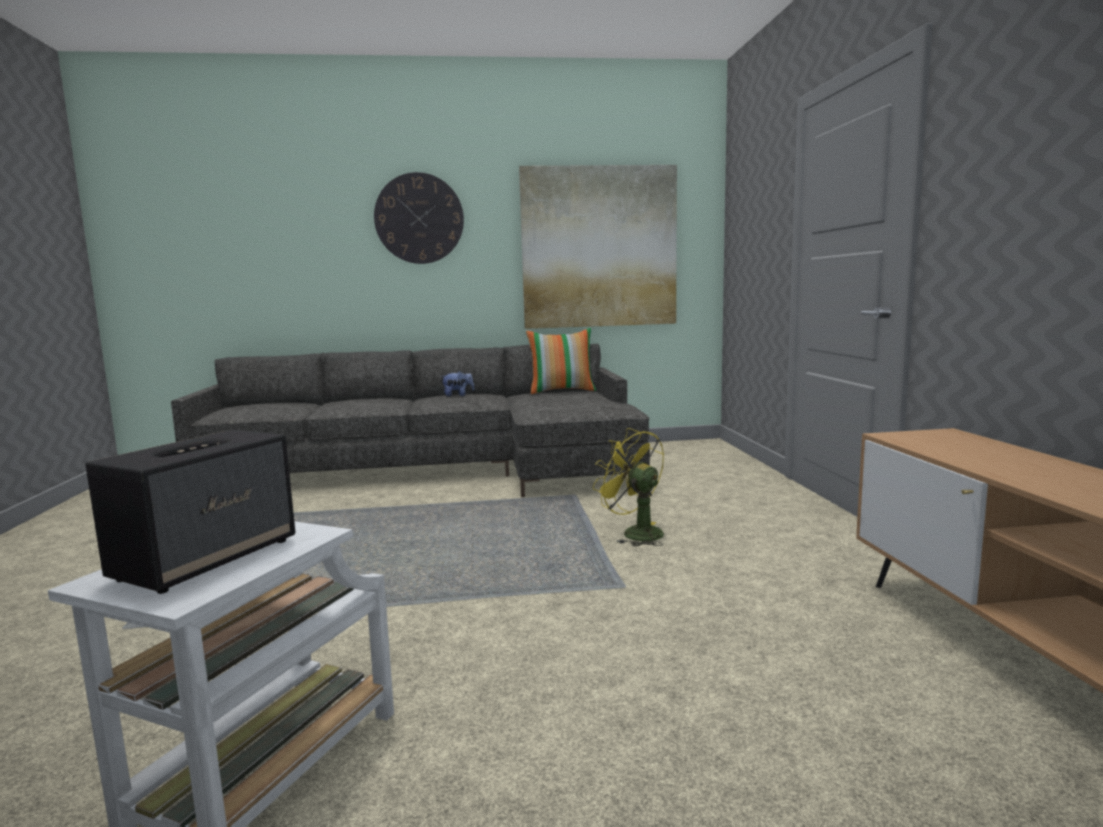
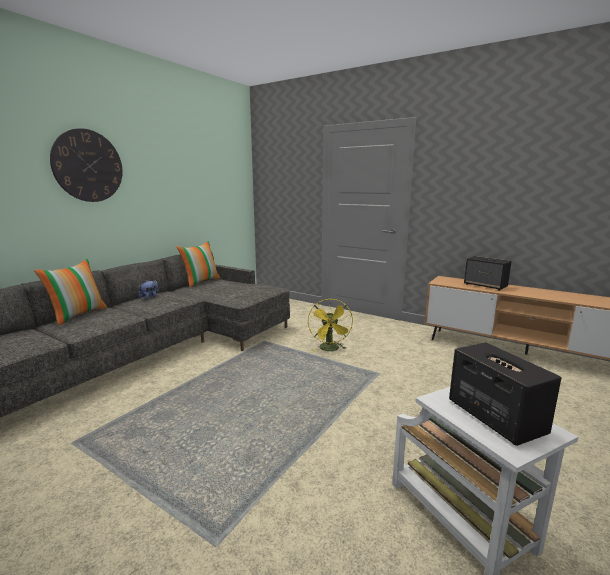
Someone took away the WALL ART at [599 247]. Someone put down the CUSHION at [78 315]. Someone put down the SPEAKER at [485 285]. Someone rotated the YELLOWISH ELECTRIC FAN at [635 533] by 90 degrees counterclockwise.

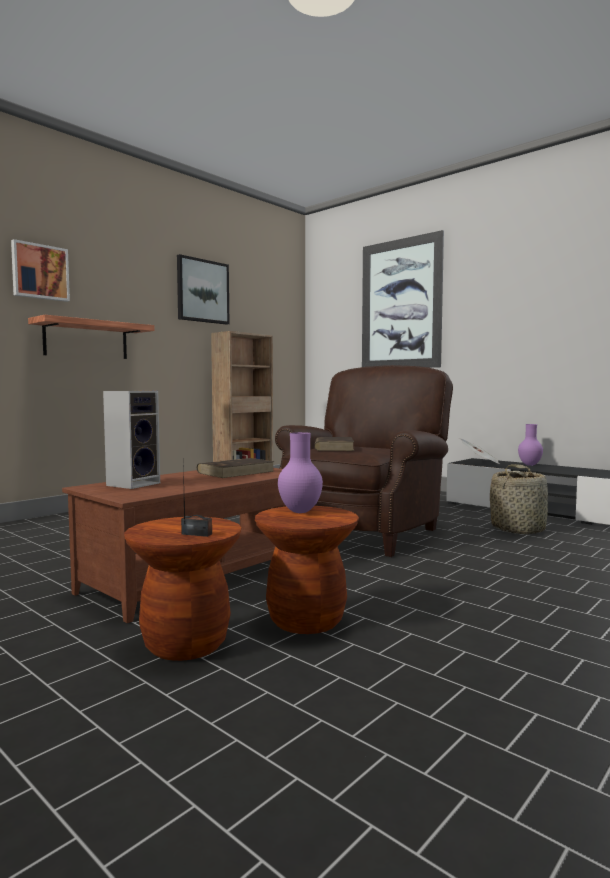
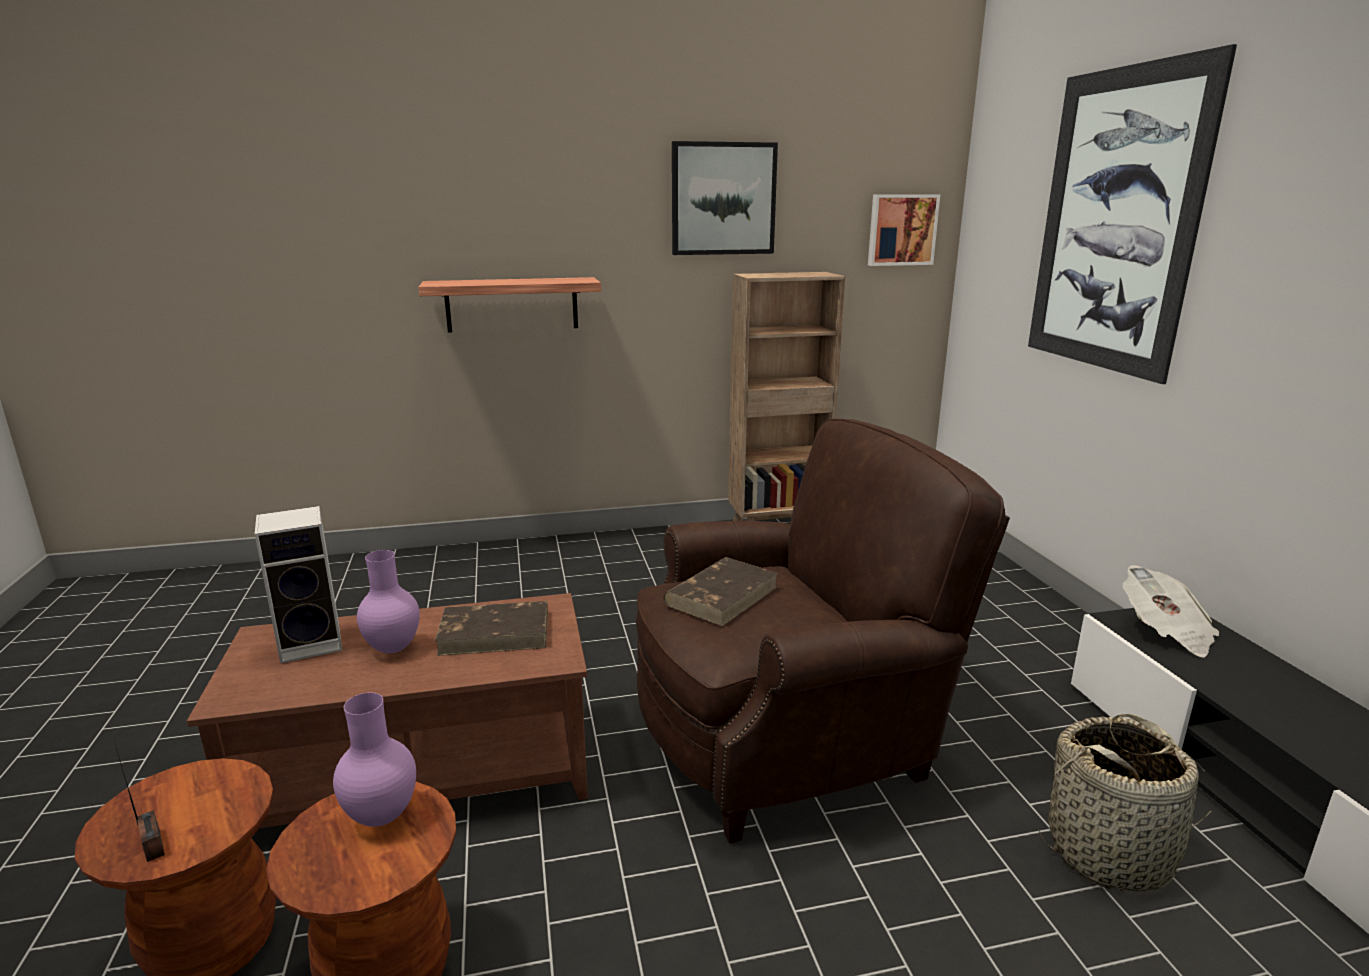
Someone carried the WALL ART from [40 272] to [901 230]. Someone carried the PURPLISH DECORATIVE VASE from [530 465] to [392 649].

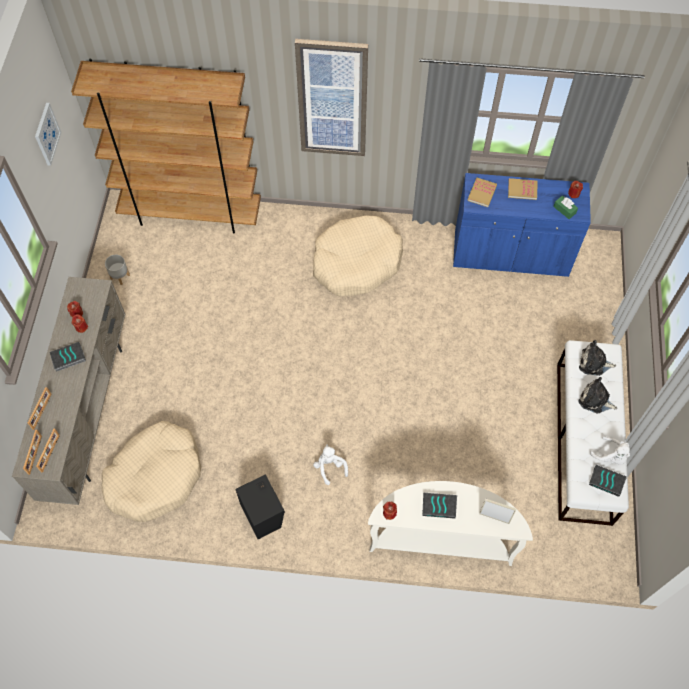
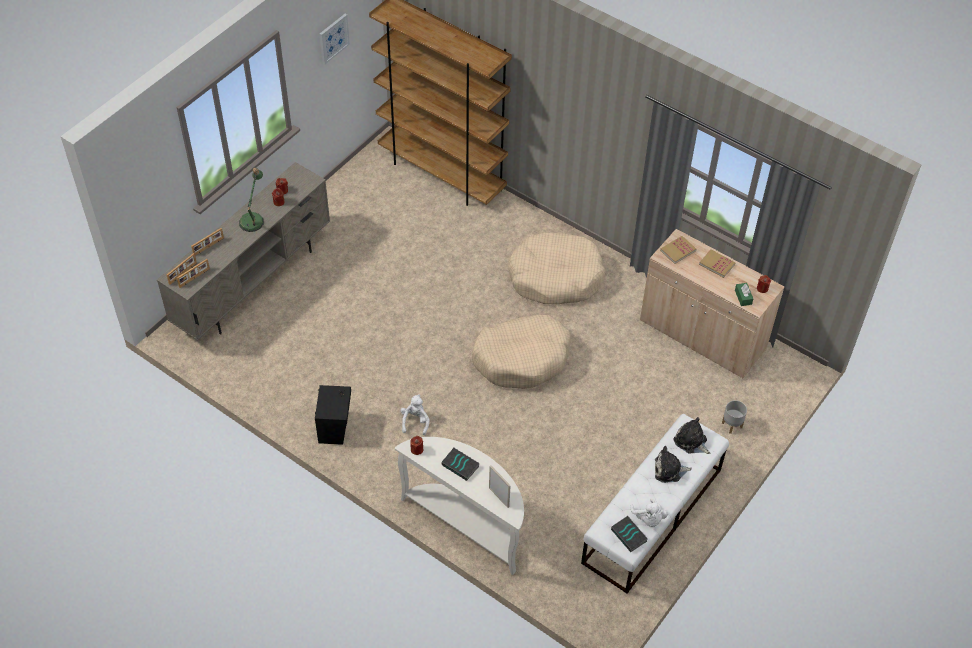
Someone took away the WALL ART at [332 99]. Someone carried the BEIGE DOG BED from [155 476] to [522 358]. Someone carried the GRAY FLOWER POT from [120 277] to [732 425]. Someone swapped the VOLUME at [68 358] for the LAMP FOR A TABLE at [253 219]. Someone repainted the BLUE CUPBOARD at [510 254], which became the BEIGE CUPBOARD at [702 335]. Someone rotated the CUDDLY TOY at [595 400] by 60 degrees counterclockwise.

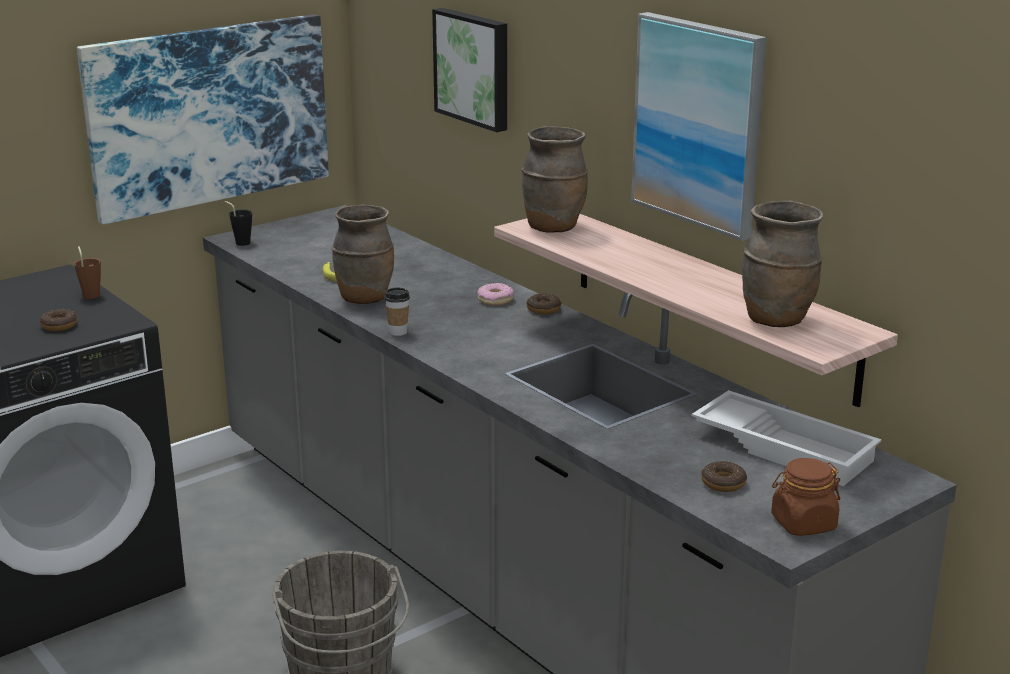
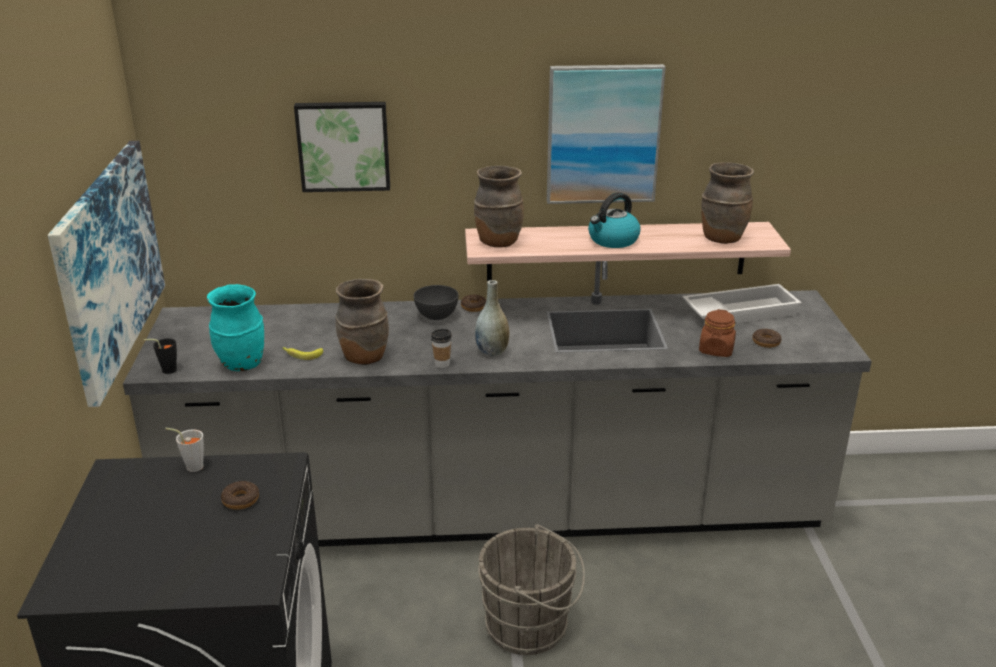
Someone put down the TURQUOISE DECORATIVE VASE at [242 364]. Someone put down the GRAY DECORATIVE VASE at [492 352]. Someone put down the KETTLE at [613 240]. Someone carried the BROWN JAR from [803 523] to [716 350]. Someone swapped the DOUGHNUT at [495 300] for the GRAY SERVING BOWL at [436 316]. Someone repainted the BROWN CUP at [91 294], which became the GRAY CUP at [191 466].

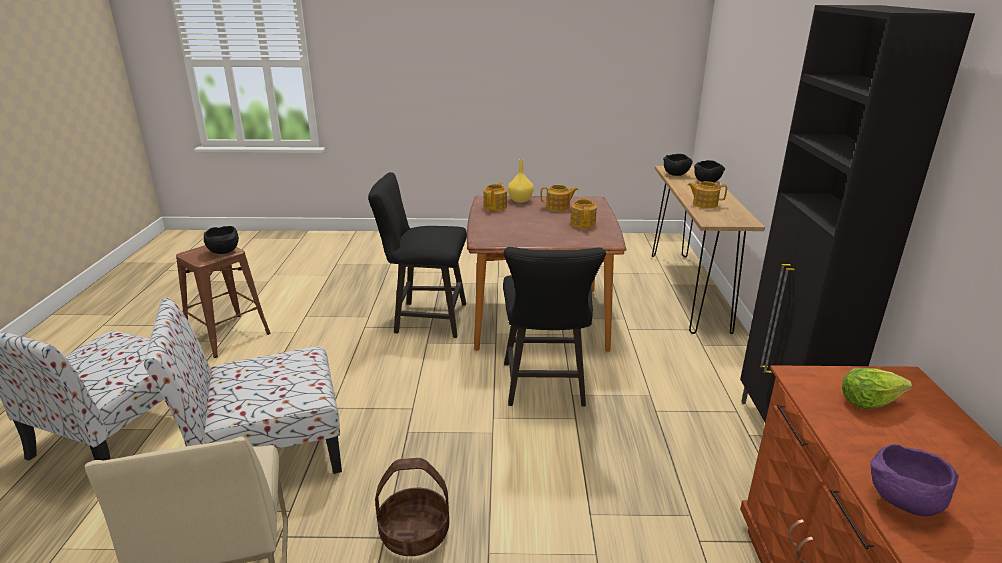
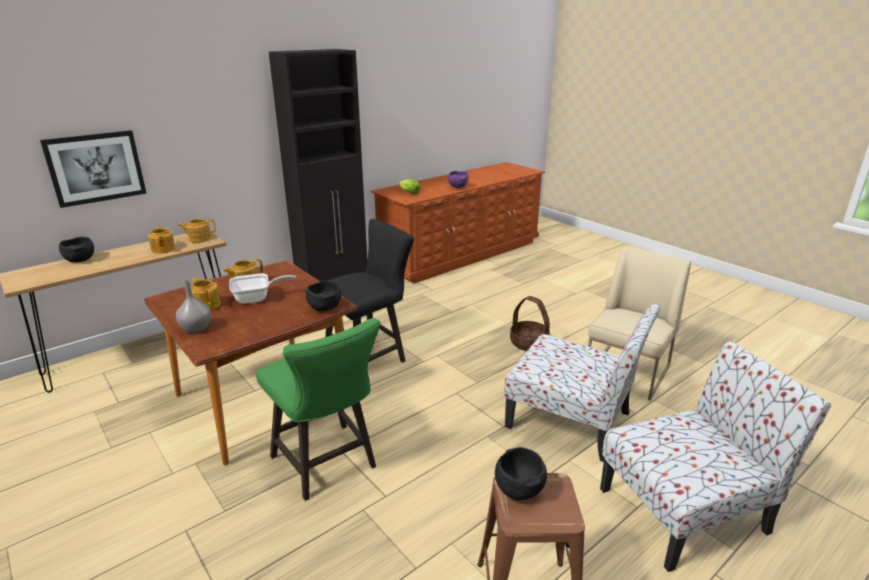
Someone put up the WALL ART at [96 168]. Someone put down the FRYING PAN at [257 298]. Someone carried the TEAPOT from [495 207] to [199 239]. Someone carried the BLACK-COLOURED SERVING BOWL from [676 175] to [324 308]. Someone repainted the BLACK-COLOURED SITTING STOOL at [424 318], which became the GREEN SITTING STOOL at [328 465]. Someone repainted the YELLOWISH DECORATIVE VASE at [520 200], which became the GRAY DECORATIVE VASE at [195 329].

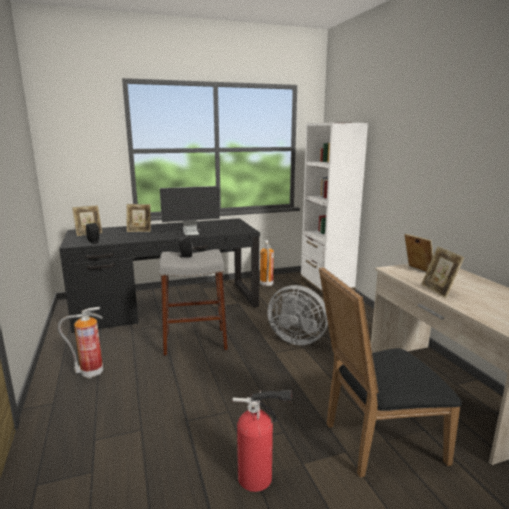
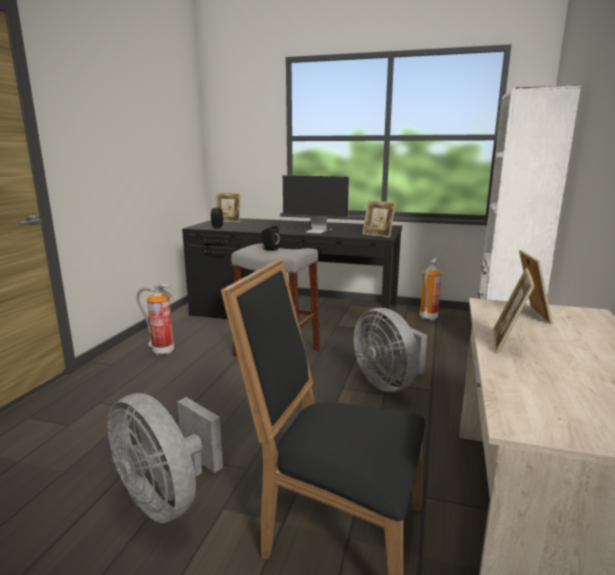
Someone carried the PHOTO FRAME from [139 231] to [378 235]. Someone swapped the EXTINGUISHER at [259 478] for the GRAY ELECTRIC FAN at [167 498].

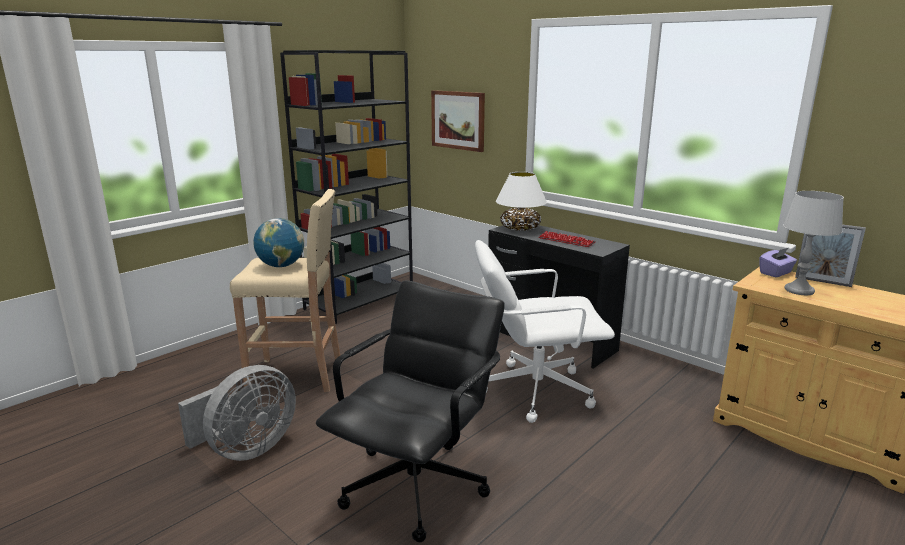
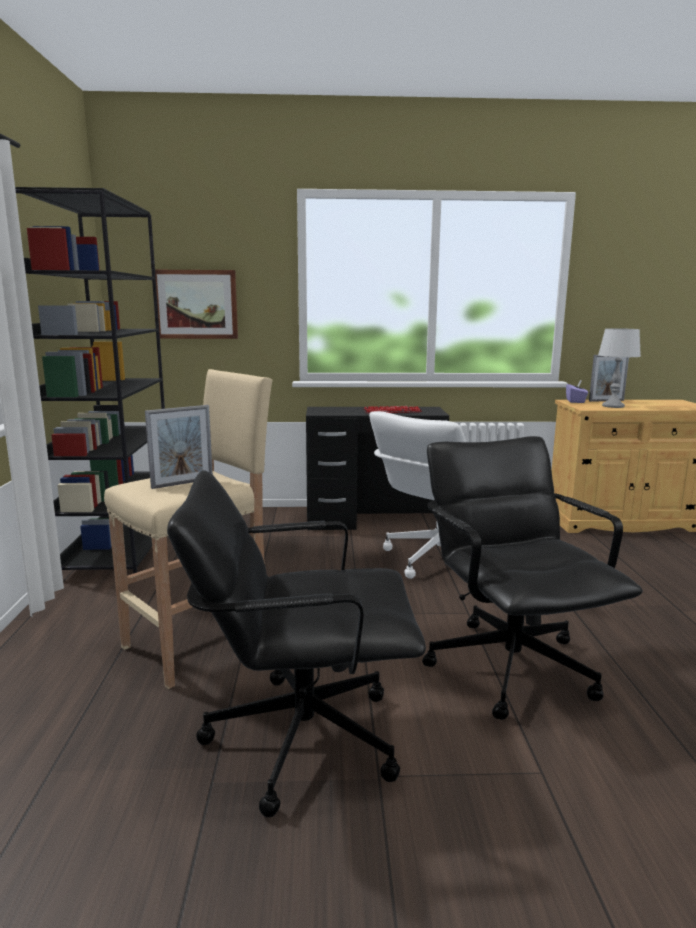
Someone took away the WHITE LAMP FOR A TABLE at [519 228]. Someone swapped the GRAY ELECTRIC FAN at [246 449] for the BLACK-COLOURED OFFICE CHAIR at [301 736]. Someone swapped the WORLD GLOBE at [281 266] for the PHOTO FRAME at [182 483].

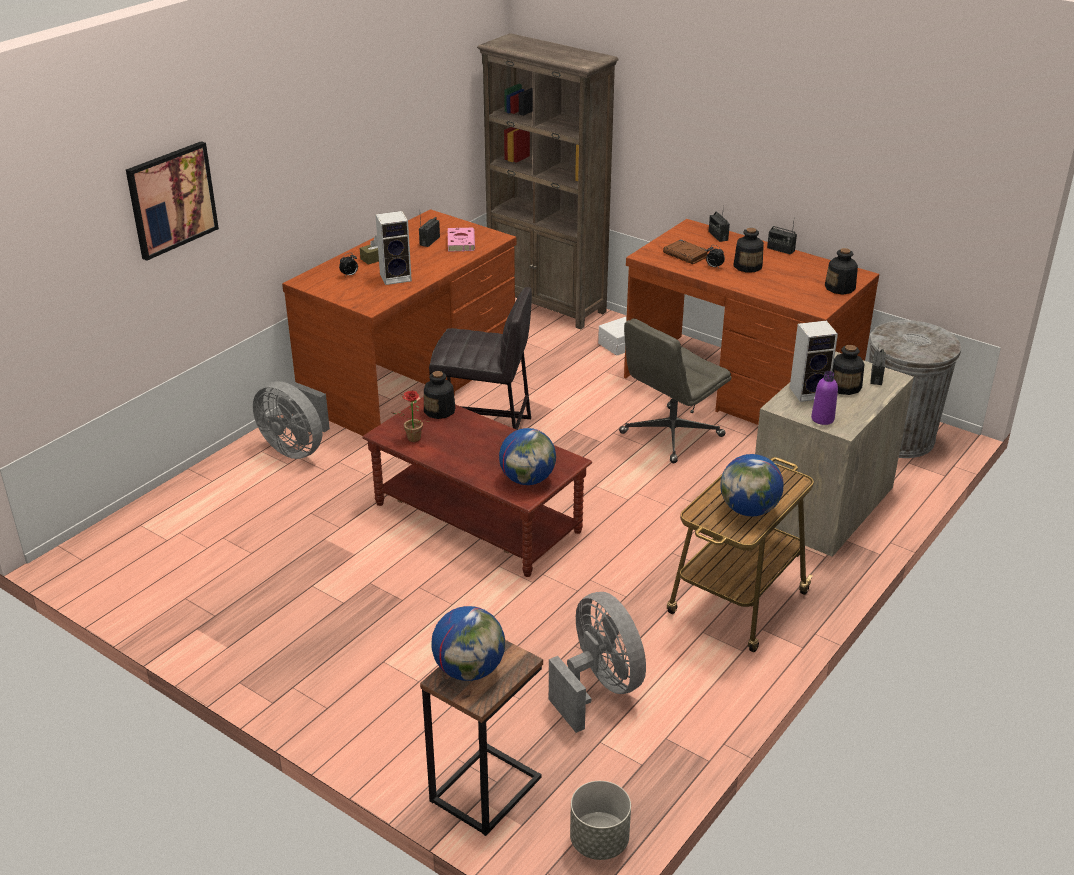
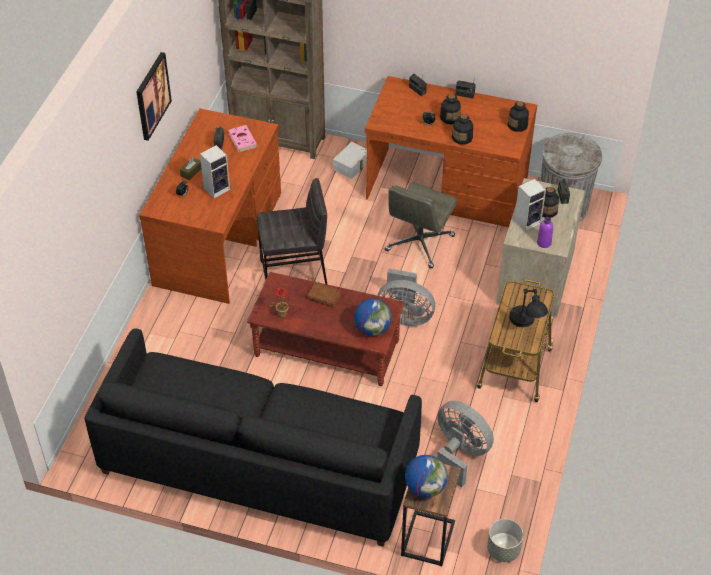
Someone put down the BLACK-COLOURED SETTEE at [258 464]. Someone carried the WALL ART from [171 199] to [152 96]. Someone carried the GRAY ELECTRIC FAN from [296 448] to [404 316]. Someone carried the DRINK BOTTLE from [440 411] to [462 138]. Someone carried the BROWN VOLUME from [686 255] to [324 296]. Someone swapped the WORLD GLOBE at [749 510] for the BLACK-COLOURED LAMP FOR A TABLE at [526 326].

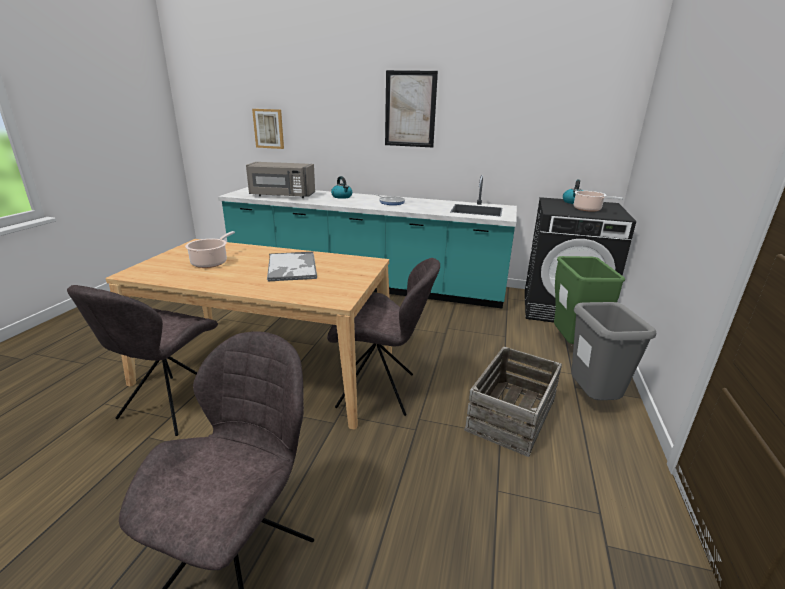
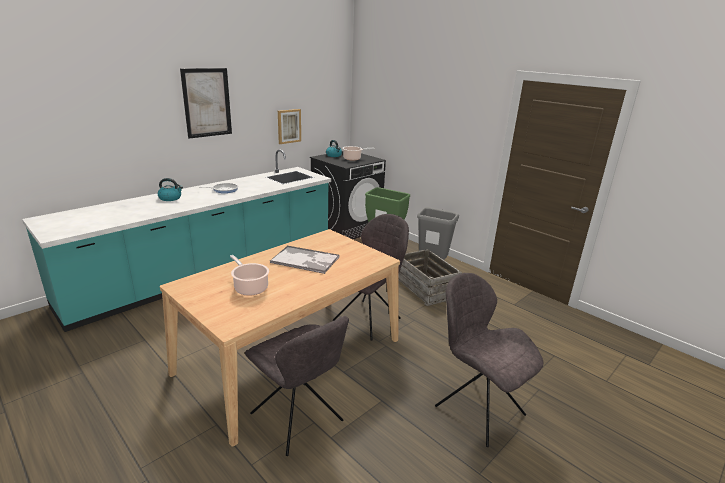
Someone took away the GRAY KITCHEN MICROWAVE at [282 195]. Someone carried the WALL ART from [269 128] to [289 126].

